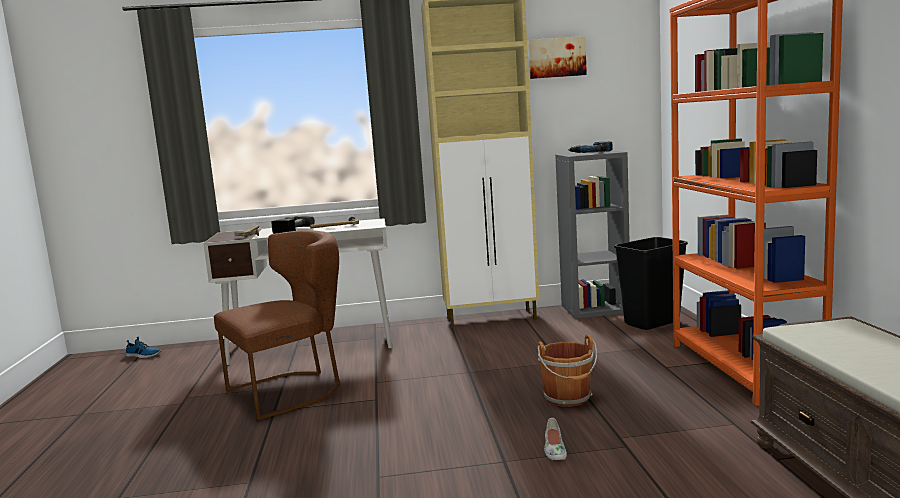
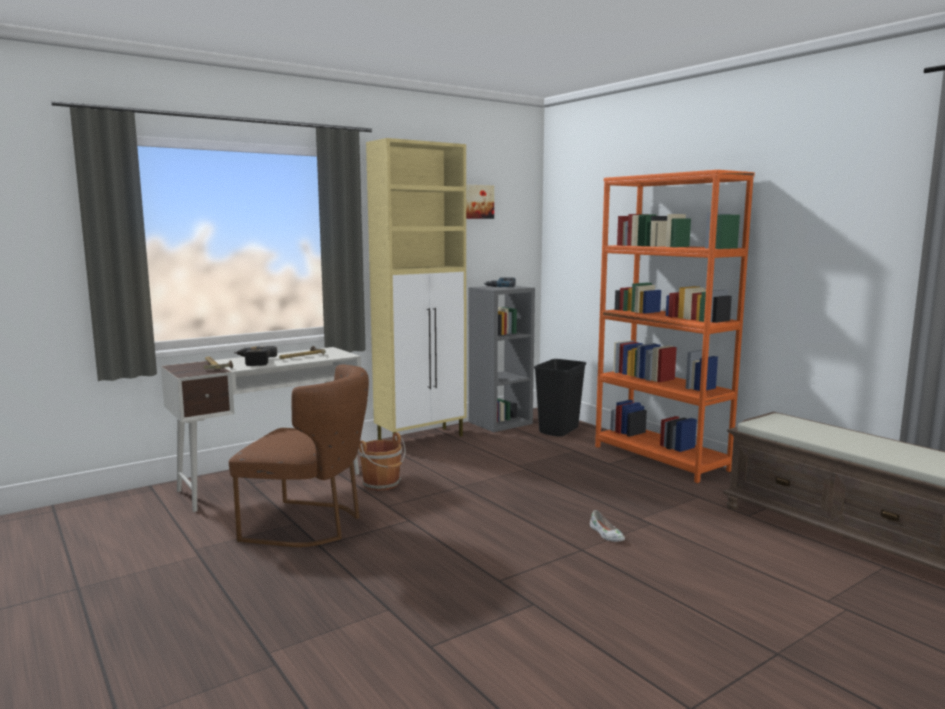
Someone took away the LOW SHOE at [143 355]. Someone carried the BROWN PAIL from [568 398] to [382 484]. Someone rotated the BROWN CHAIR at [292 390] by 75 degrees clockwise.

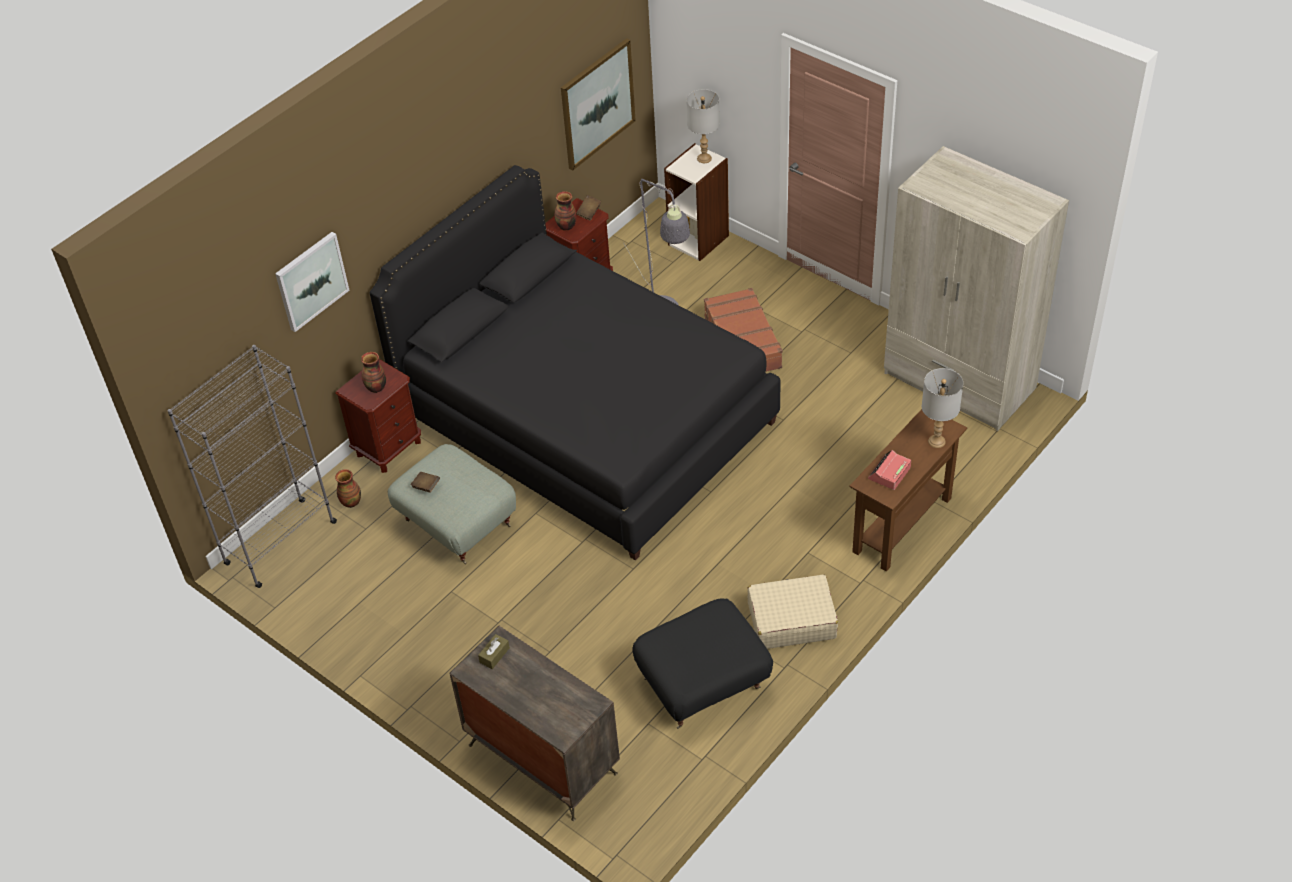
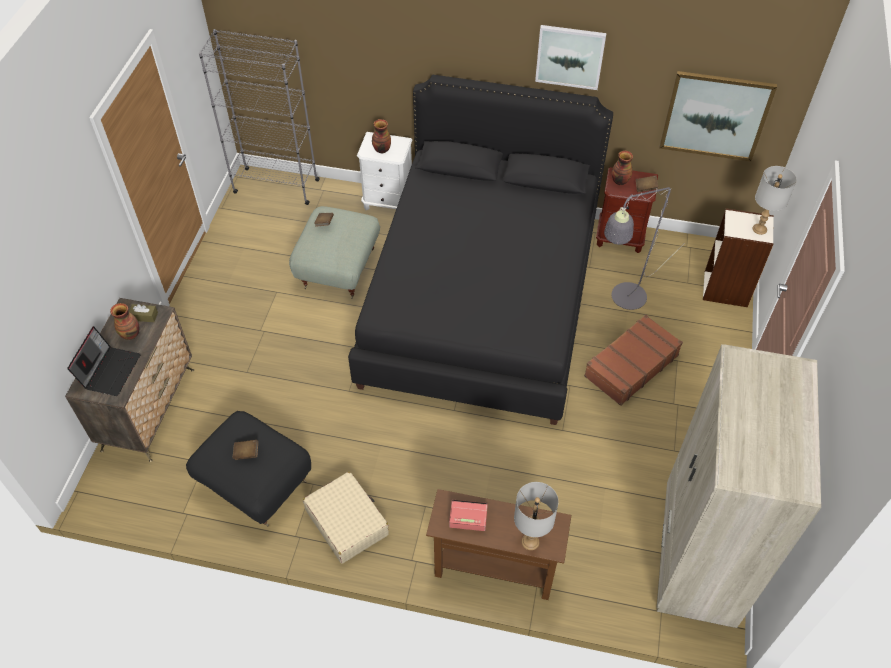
Someone put down the LAPTOP at [110 370]. Someone put down the BROWN VOLUME at [246 453]. Someone carried the WALL ART from [311 281] to [570 56]. Someone carried the DECORATIVE VASE from [351 502] to [131 334]. Someone repainted the BROWN BEDSIDE TABLE at [389 448], which became the WHITE BEDSIDE TABLE at [388 201].

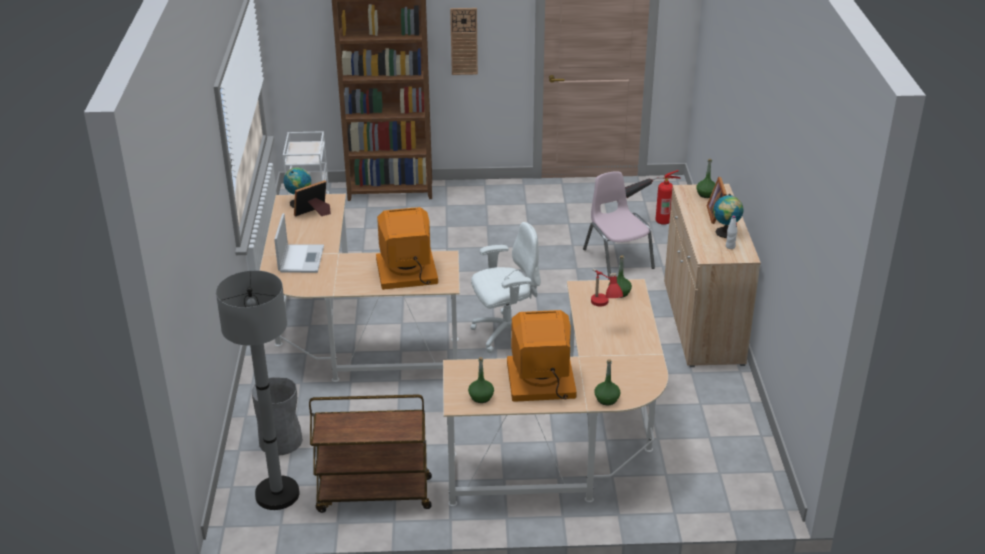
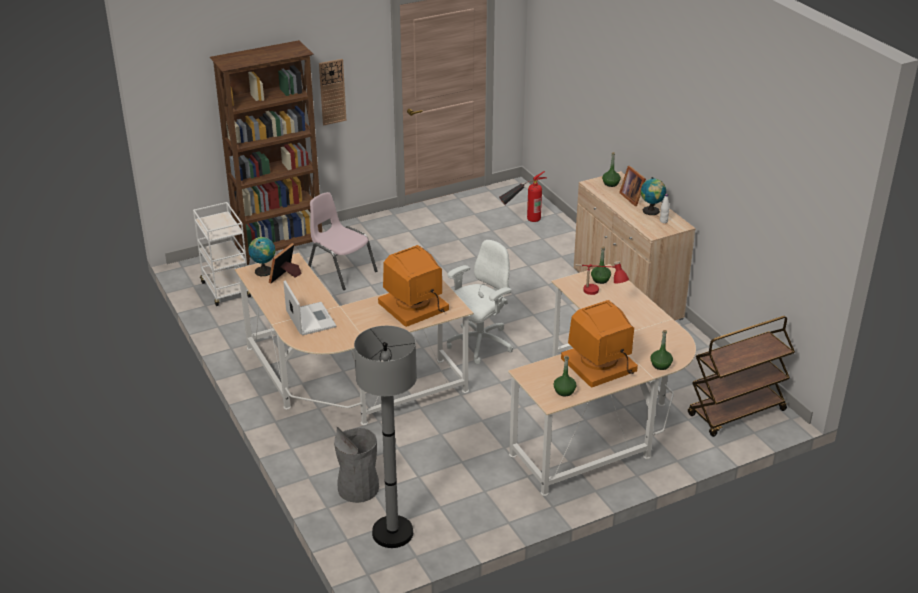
Someone carried the BROWN WHEELED CART from [373 495] to [736 413]. Someone carried the PINK-COLOURED CHAIR from [617 259] to [341 270].

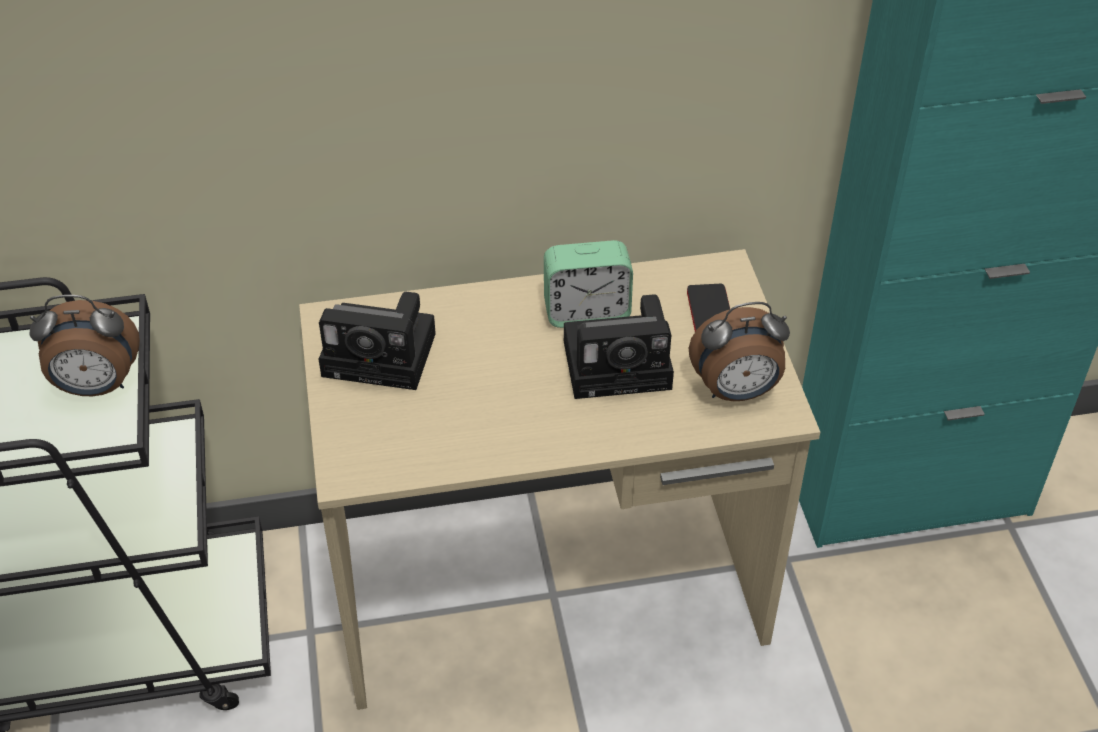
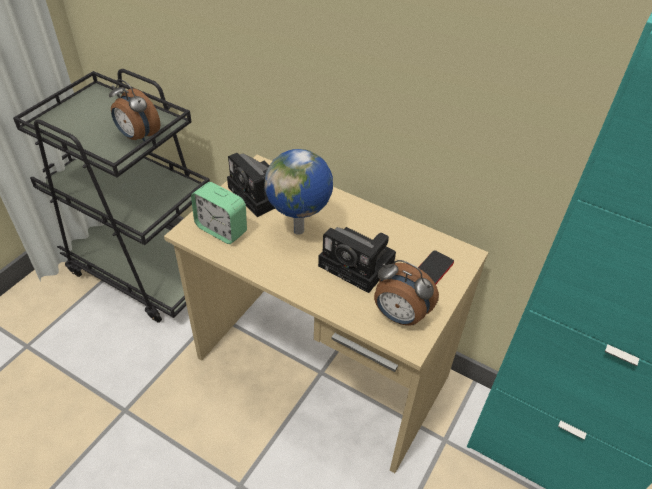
Someone put down the WORLD GLOBE at [300 231]. Someone carried the ALARM CLOCK from [586 312] to [221 229].

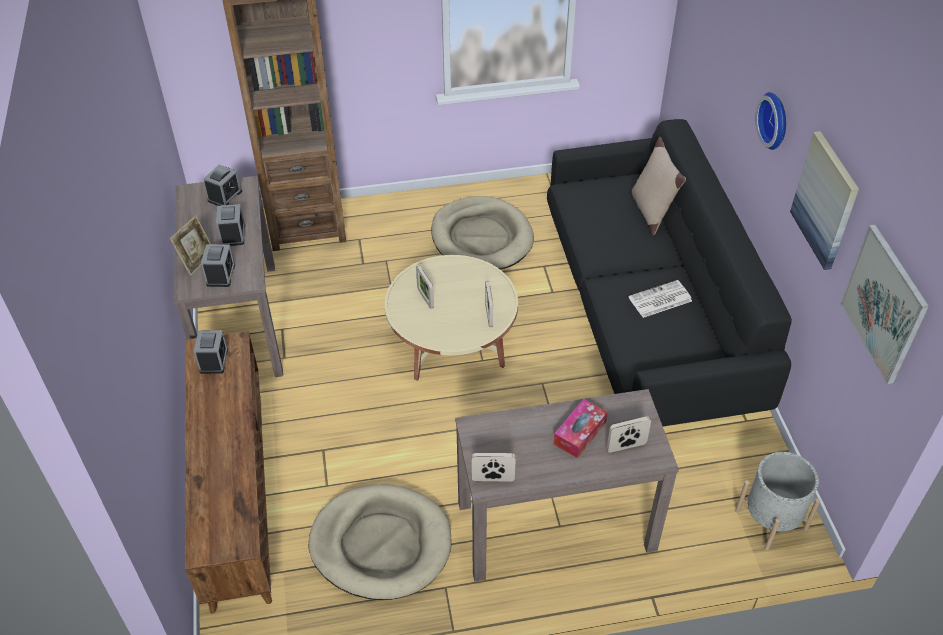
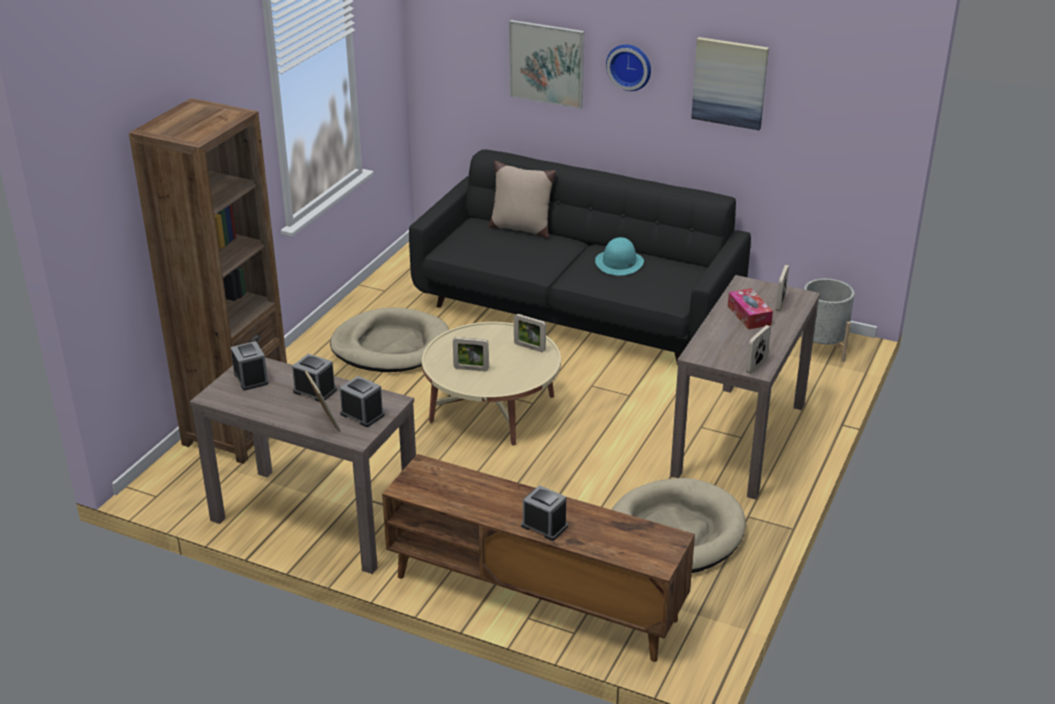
Someone carried the ALARM CLOCK from [214 360] to [544 526]. Someone carried the WALL ART from [884 304] to [547 63]. Someone swapped the NEWSPAPER at [659 300] for the TURQUOISE CLOTHING HAT at [619 262].

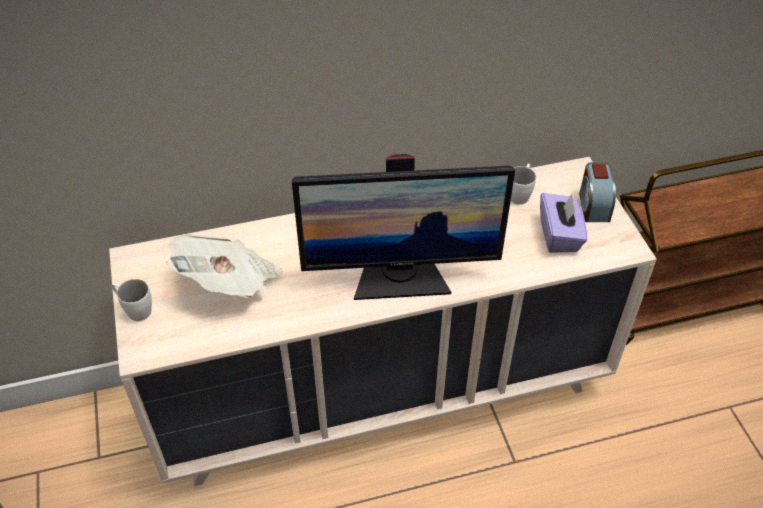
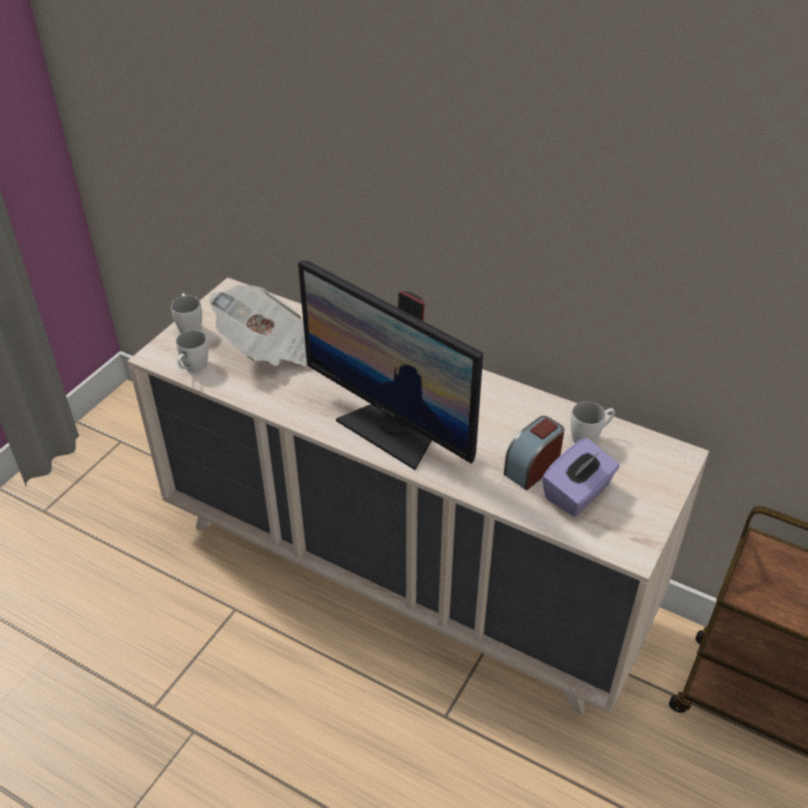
Someone put down the WHITE COFFEE MUG at [193 368]. Someone carried the ALARM CLOCK from [593 206] to [532 468].

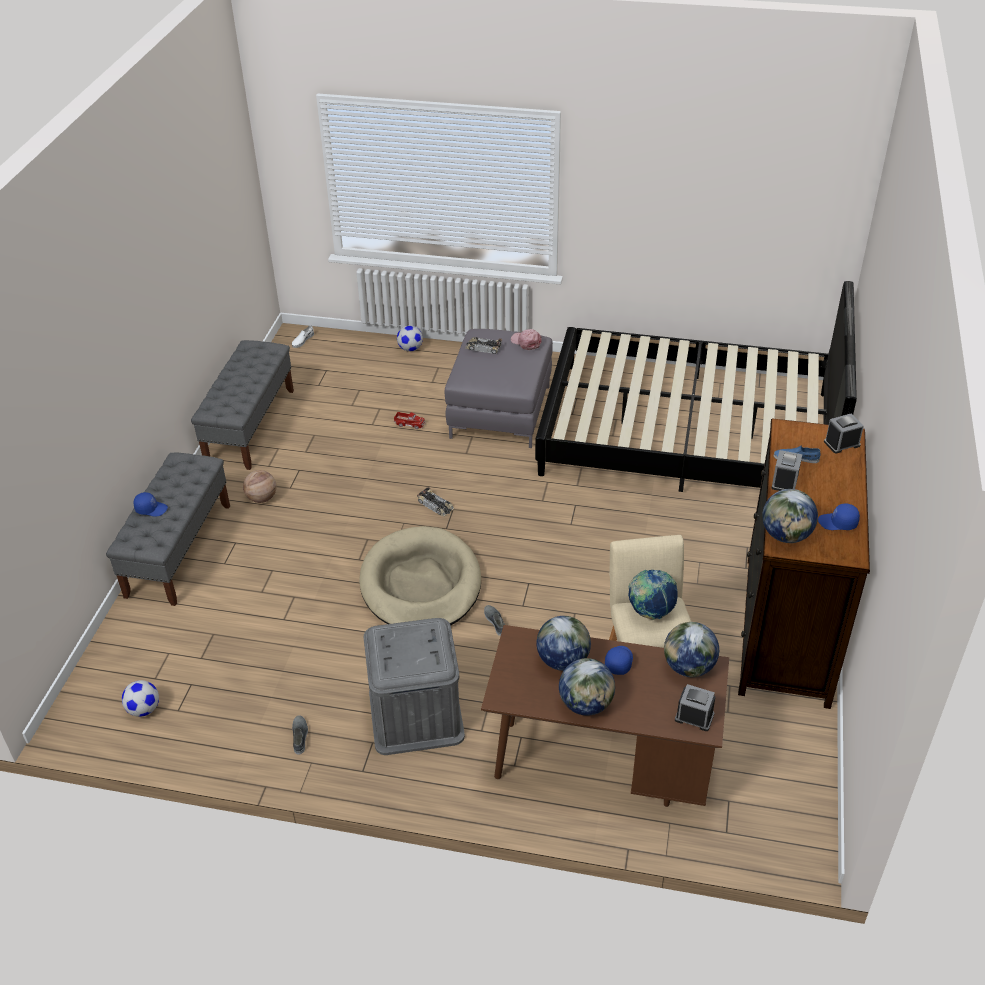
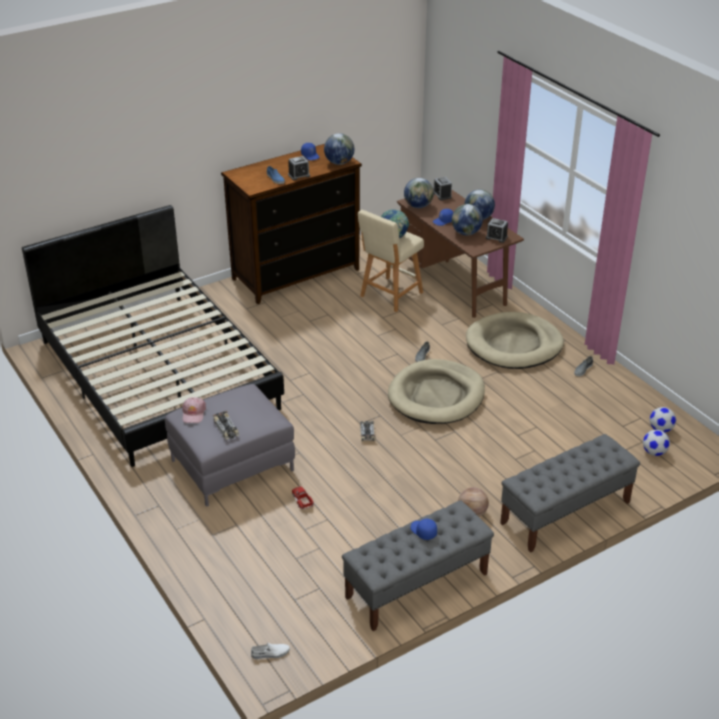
Someone carried the BLUE PEAKED CAP from [151 509] to [423 531]. Someone carried the FOOTBALL BALL from [410 349] to [654 452]. Someone carried the ALARM CLOCK from [841 443] to [496 237]. Someone swapped the GRAY STORAGE BIN at [416 714] for the BEIGE DOG BED at [514 345].

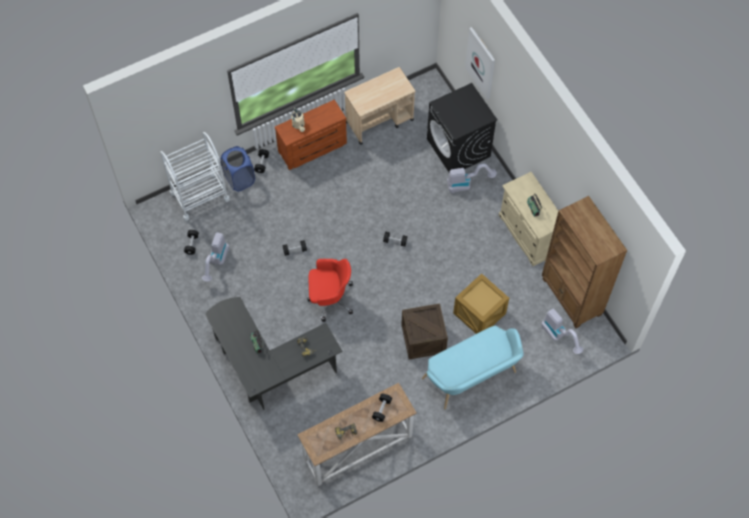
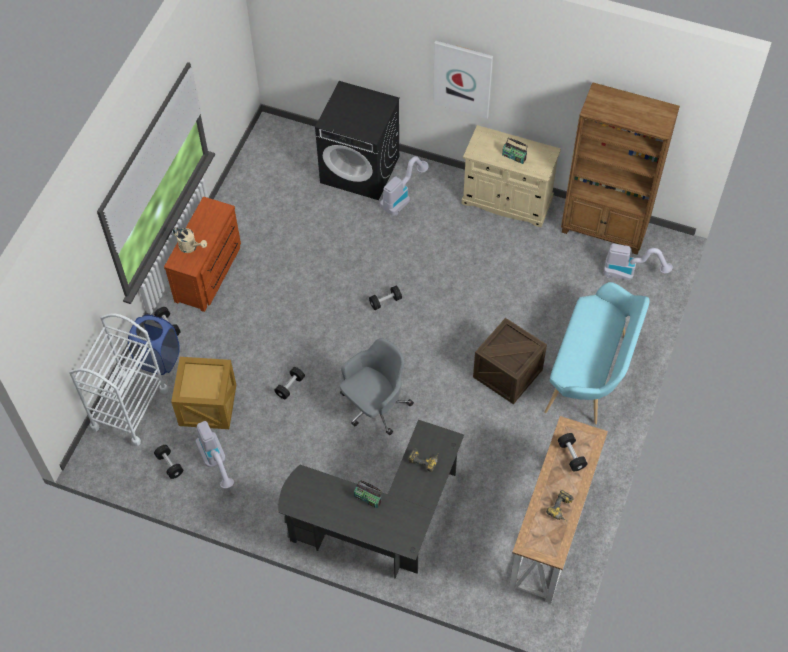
Someone took away the BEIGE WHEELED CART at [380 120]. Someone carried the PACKING CRATE from [480 312] to [208 404]. Someone carried the WALL ART from [481 63] to [462 78]. Someone repainted the RED-COLOURED OFFICE CHAIR at [330 298], which became the GRAY OFFICE CHAIR at [374 406].

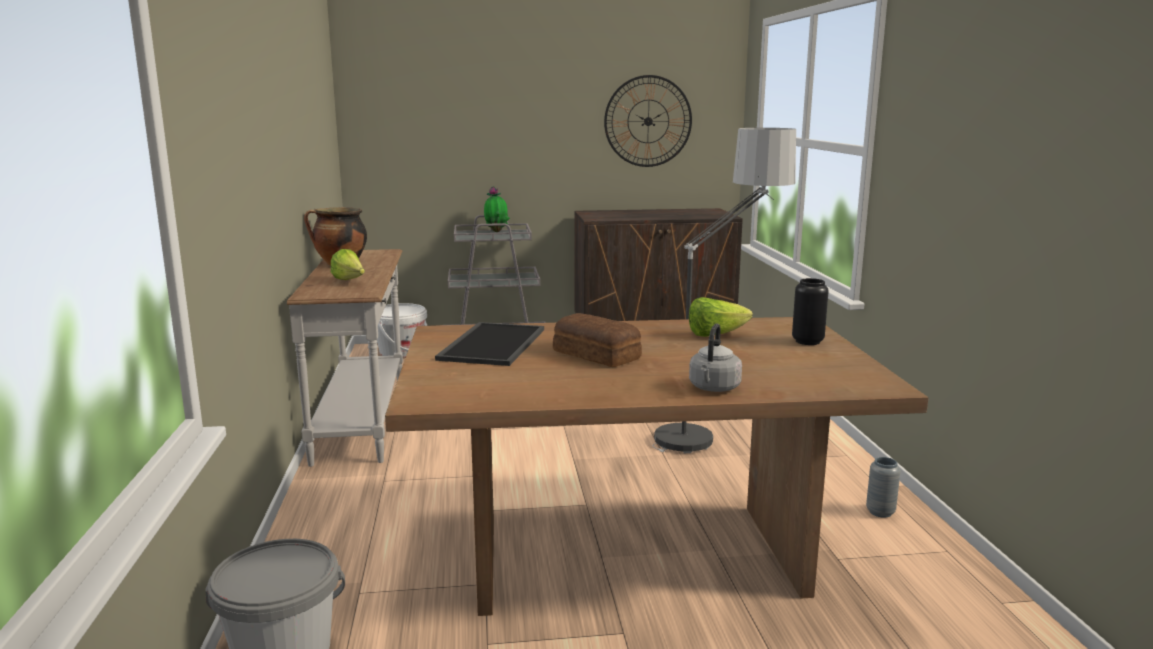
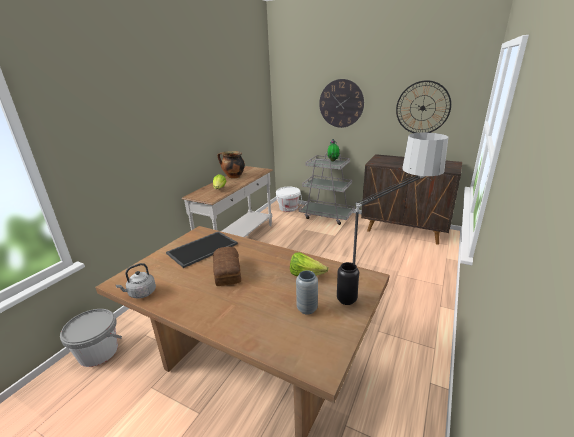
Someone put up the CLOCK ON THE WALL at [341 103]. Someone carried the GRAY KETTLE from [713 388] to [141 293]. Someone carried the GRAY DECORATIVE VASE from [880 512] to [307 309].

